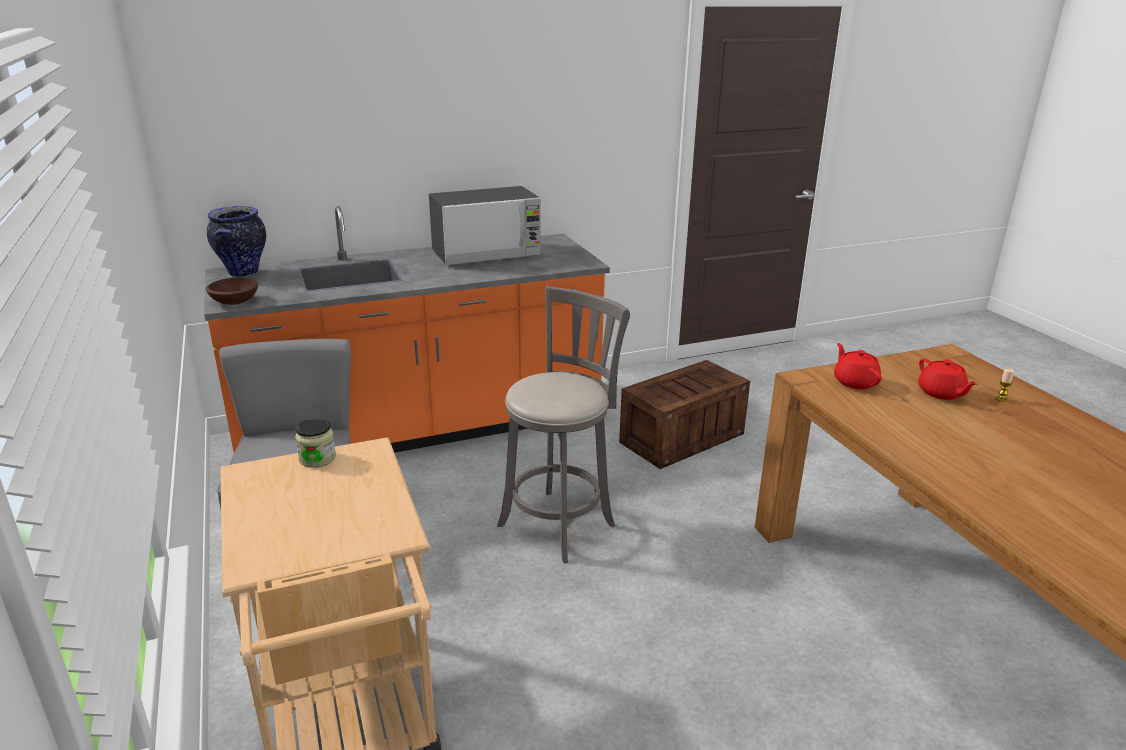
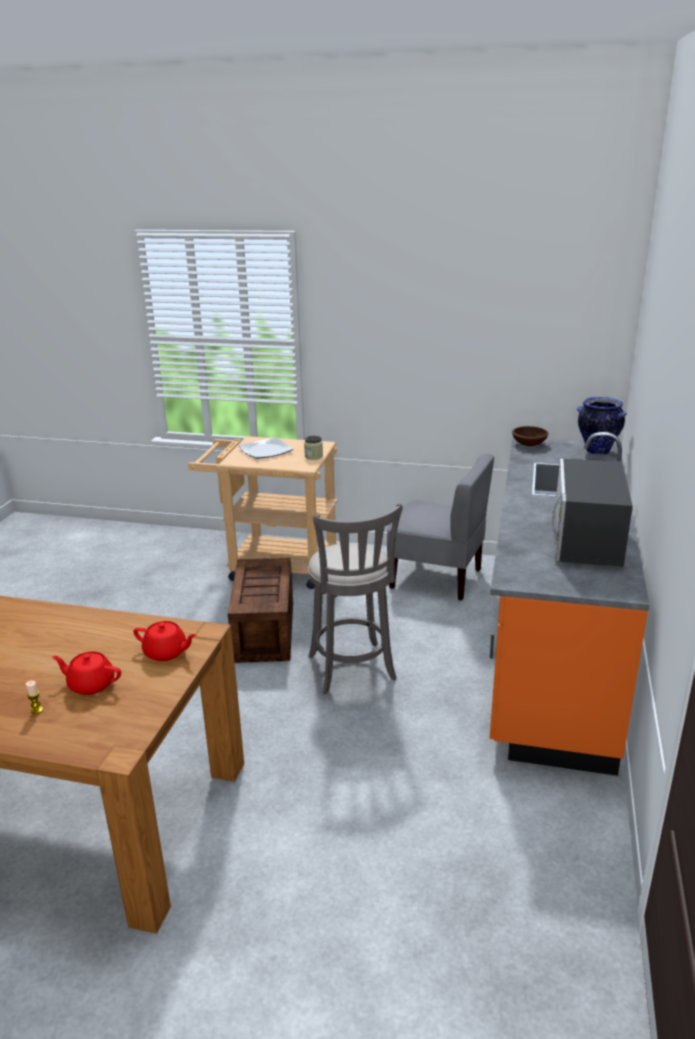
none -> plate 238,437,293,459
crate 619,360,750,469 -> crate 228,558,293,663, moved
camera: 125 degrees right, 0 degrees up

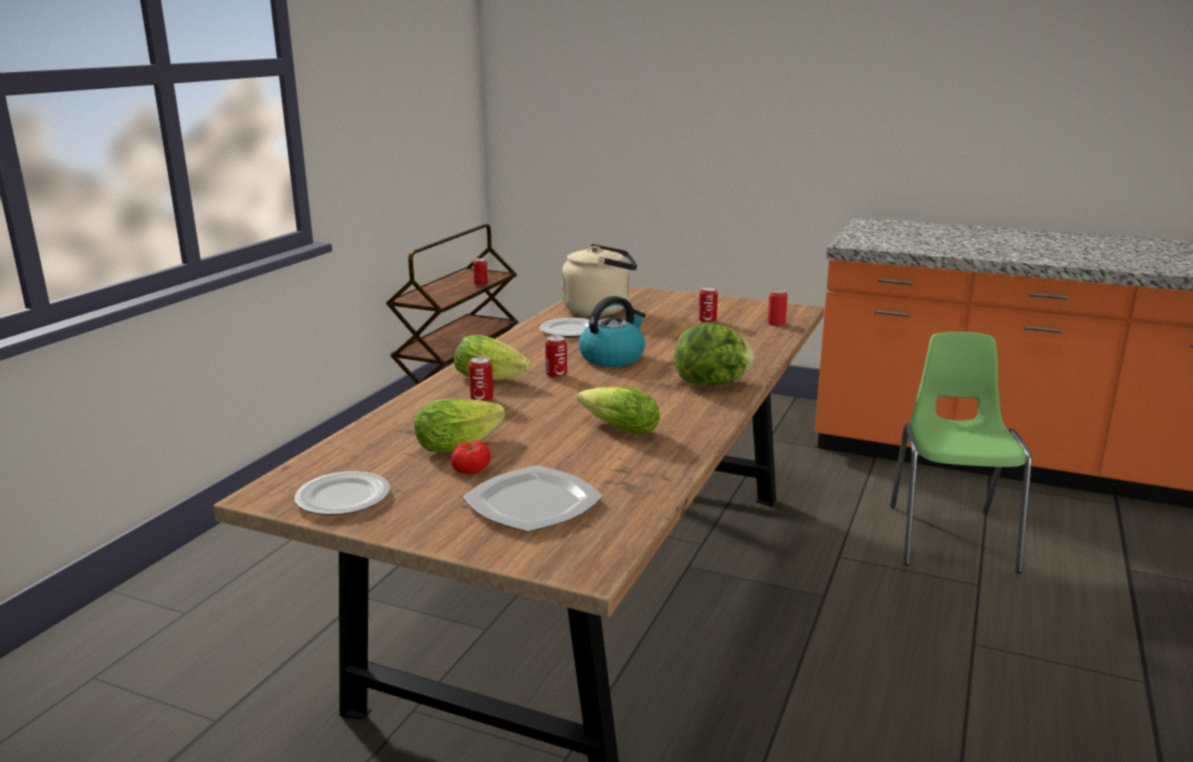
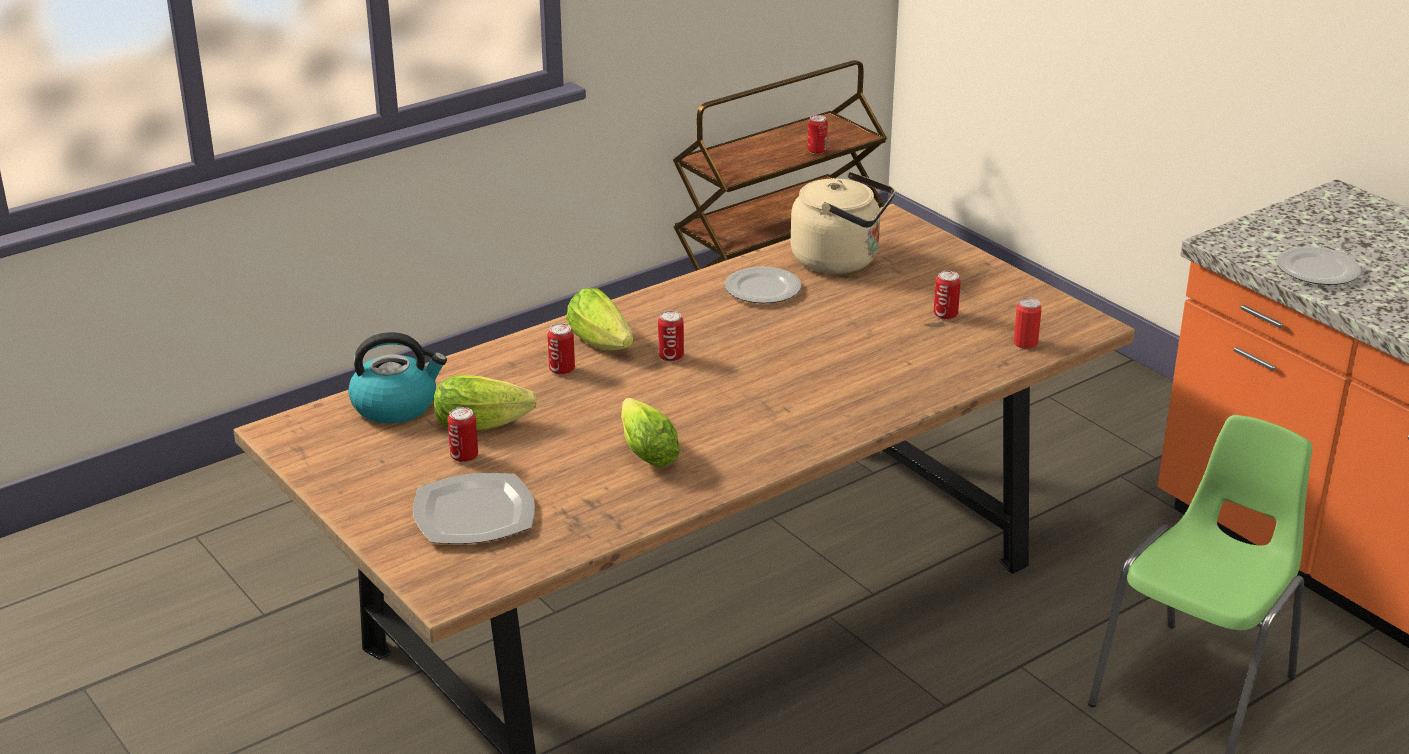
lettuce 675,323,755,385 -> none
plate 294,471,390,515 -> plate 1276,246,1361,285, moved
kettle 579,296,646,367 -> kettle 348,332,447,424, moved
tomato 451,440,491,474 -> can 447,407,478,462
camera: 30 degrees right, 10 degrees up

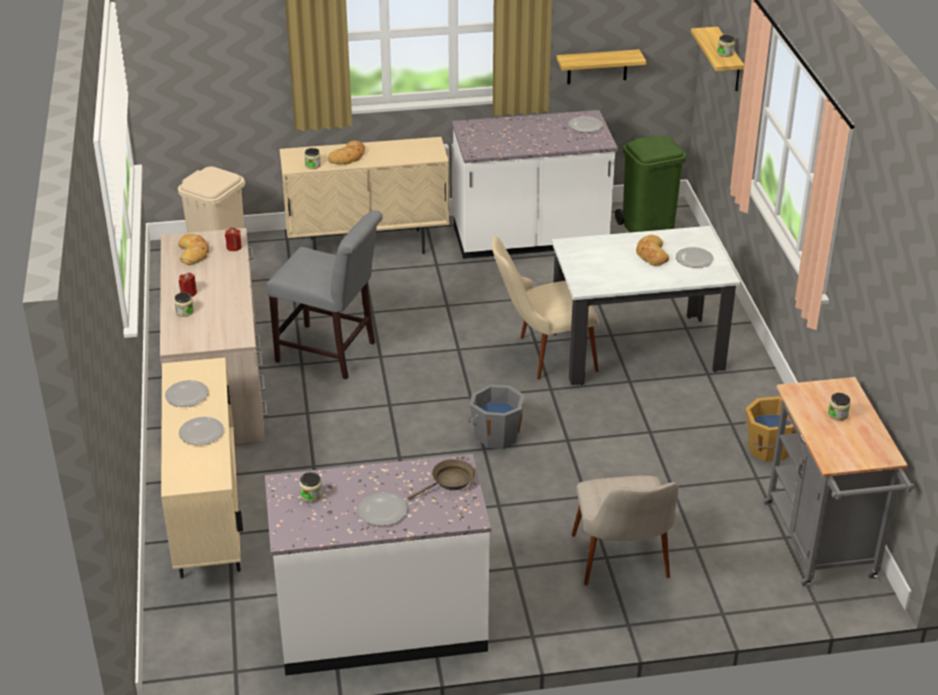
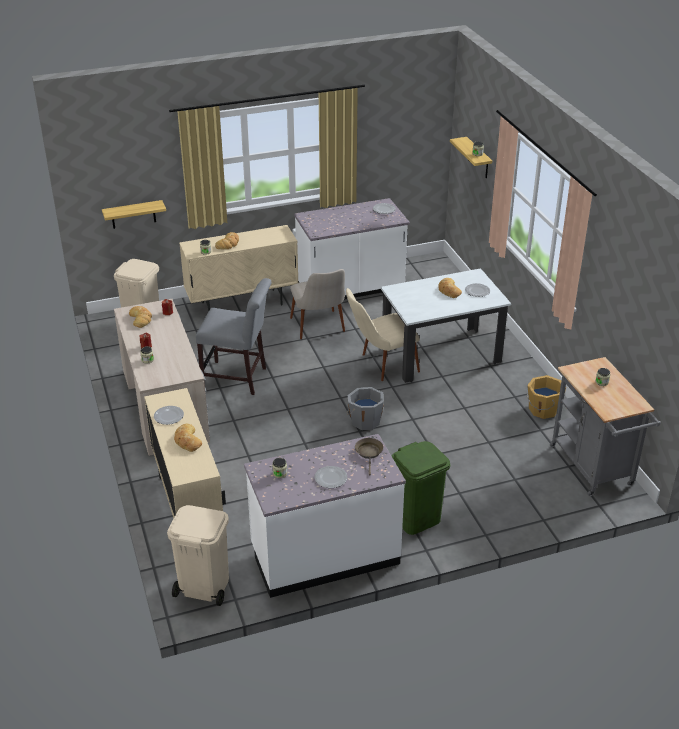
none -> trash can (beige) 167,505,229,606
shelf 556,49,646,84 -> shelf 102,200,166,229, moved
chair (beige) 572,476,679,585 -> chair (beige) 290,269,345,339, moved
trash can (green) 615,135,687,233 -> trash can (green) 392,441,450,535, moved
plate 179,417,224,445 -> bread 174,424,202,452
frying pan (brown) 407,459,475,500 -> frying pan (brown) 355,438,383,475, 45 degrees counterclockwise
camera: 10 degrees left, 0 degrees up

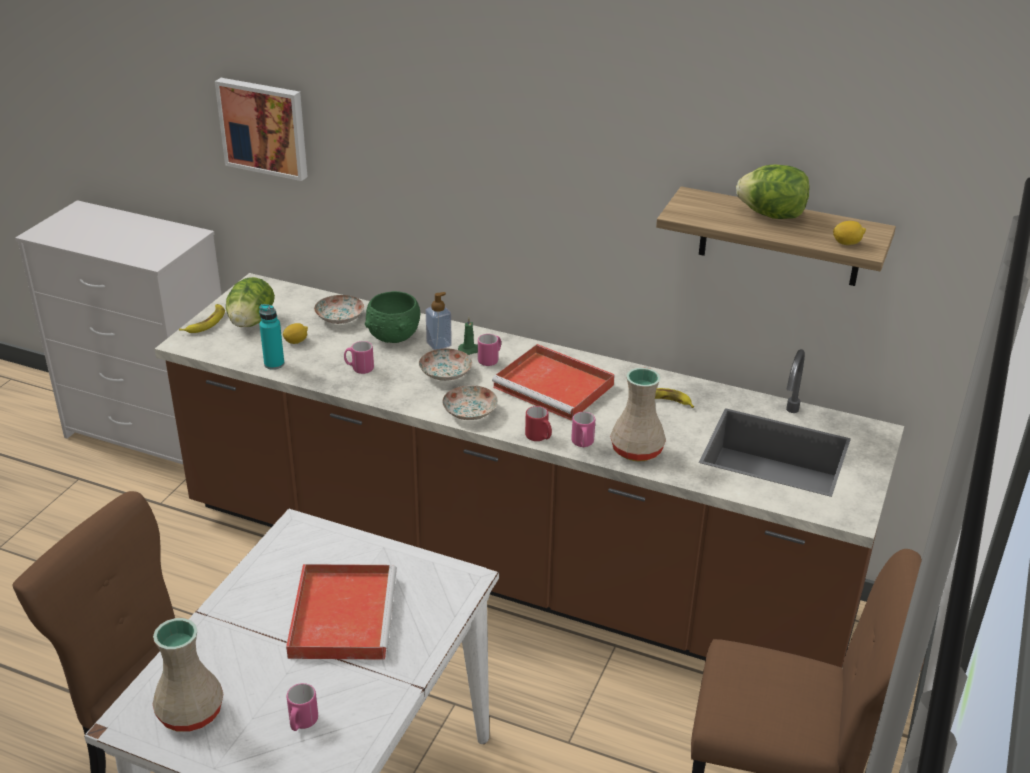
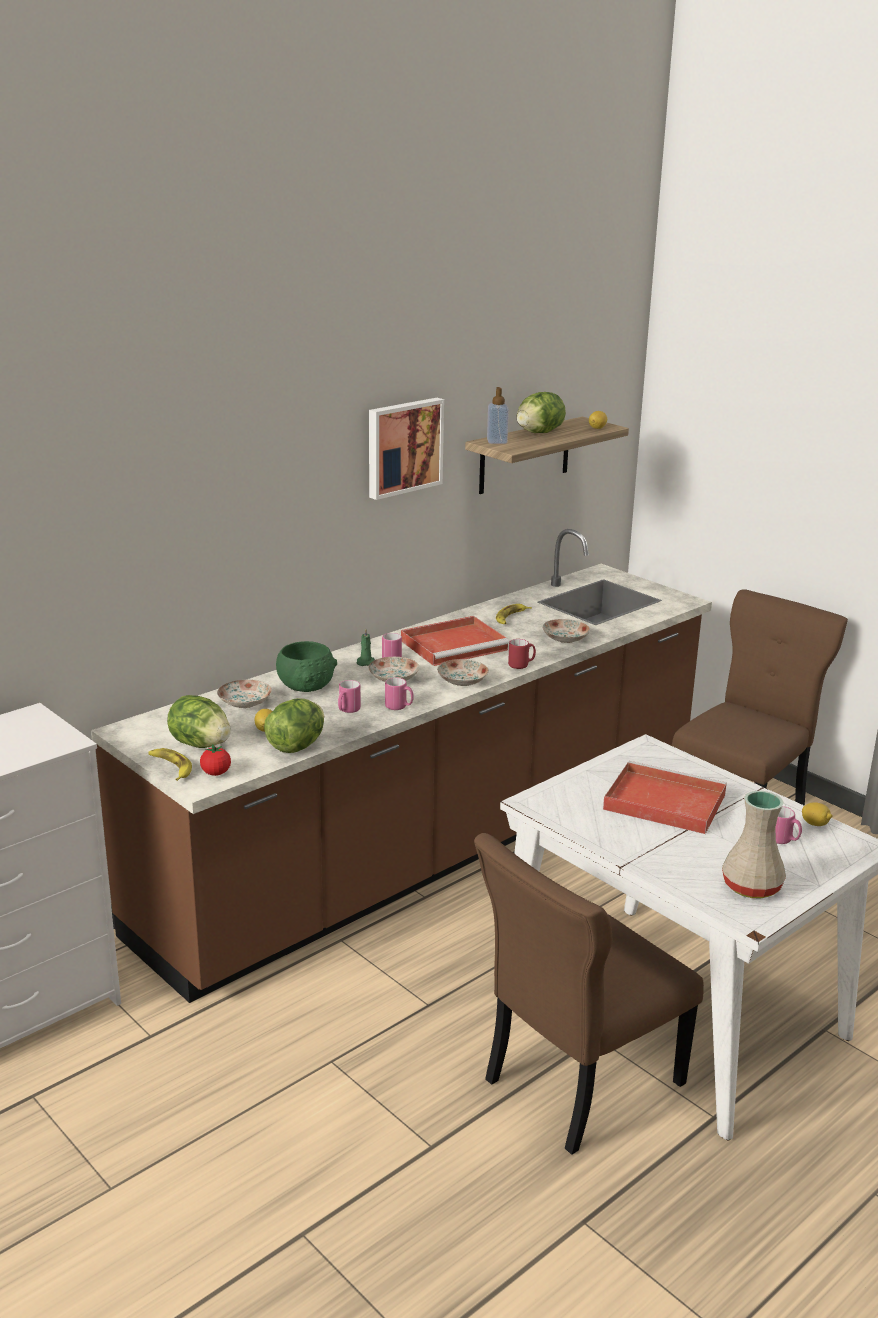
none -> tomato 200,744,231,776
none -> lemon 802,802,833,826
picture 215,78,308,181 -> picture 369,398,444,500, moved
soap dispenser 426,292,452,350 -> soap dispenser 487,387,509,444, moved
mug (pink) 571,412,595,447 -> mug (pink) 385,678,414,710, moved
bottle (turquoise) 259,304,284,370 -> lettuce 264,698,324,753
vase (beige) 610,367,666,461 -> plate 542,619,590,643
camera: 65 degrees left, 10 degrees down

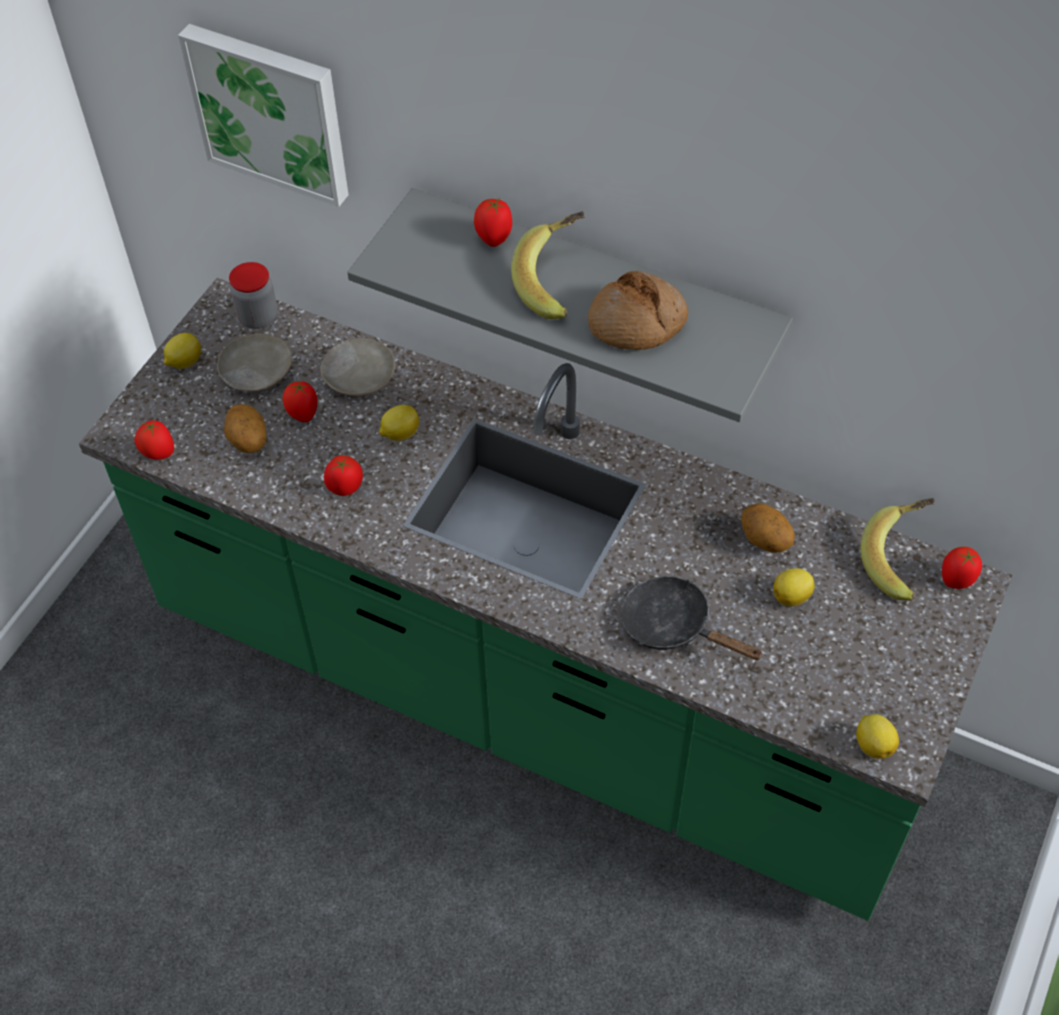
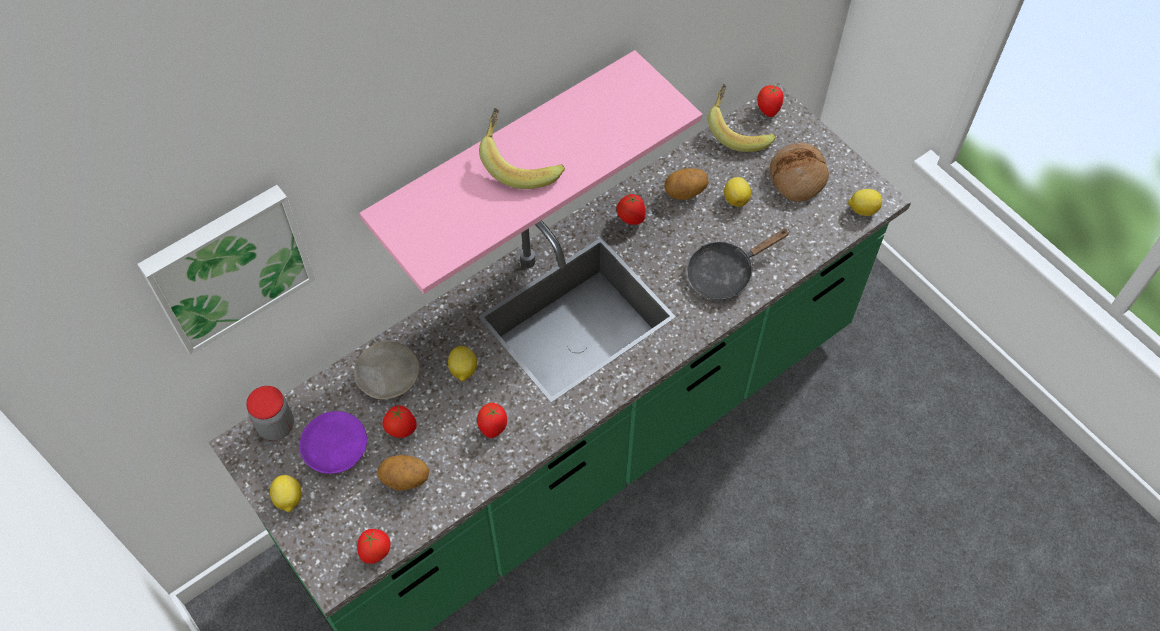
tomato 474,199,512,247 -> tomato 617,194,646,225, moved
bread 588,271,688,350 -> bread 770,143,829,202, moved
plate (beige) 217,334,292,392 -> plate (purple) 299,411,367,474
shelf (grey) 347,188,793,422 -> shelf (pink) 359,50,702,294
camera: 65 degrees left, 5 degrees up

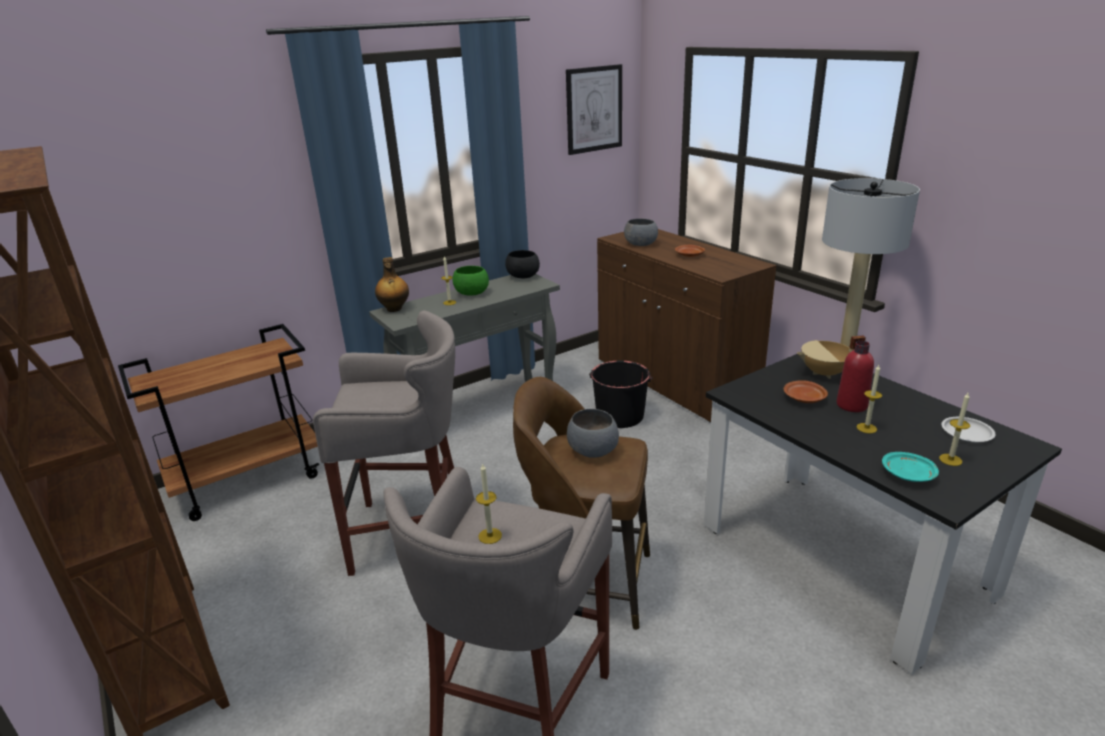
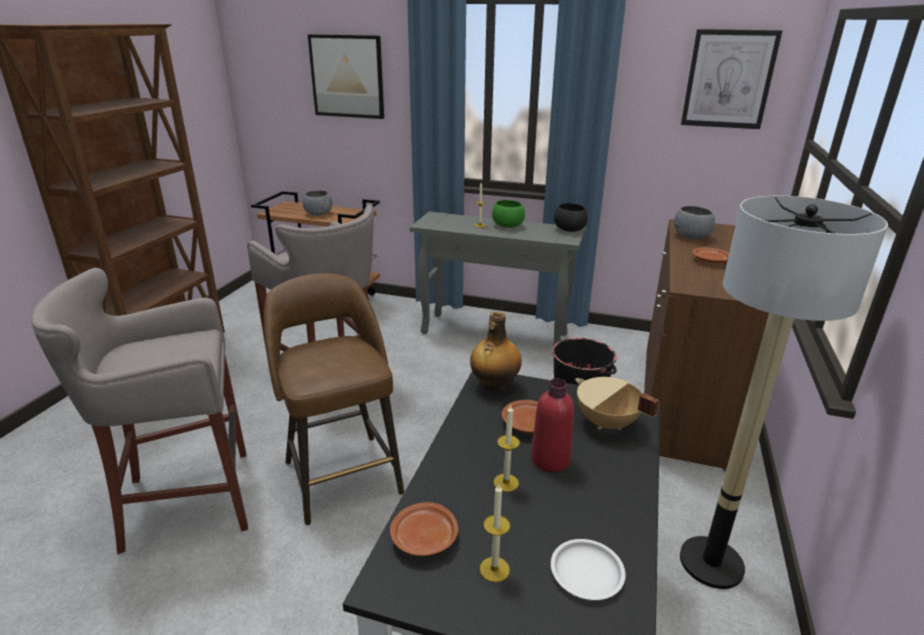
candle 476,463,502,544 -> none
none -> picture 308,34,384,119
bottle 375,257,409,312 -> bottle 470,311,522,391, moved
bowl (grey) 567,409,619,458 -> bowl (grey) 303,190,333,216, moved
plate (turquoise) 882,452,939,482 -> plate (brown) 390,502,458,556
camera: 50 degrees right, 0 degrees up

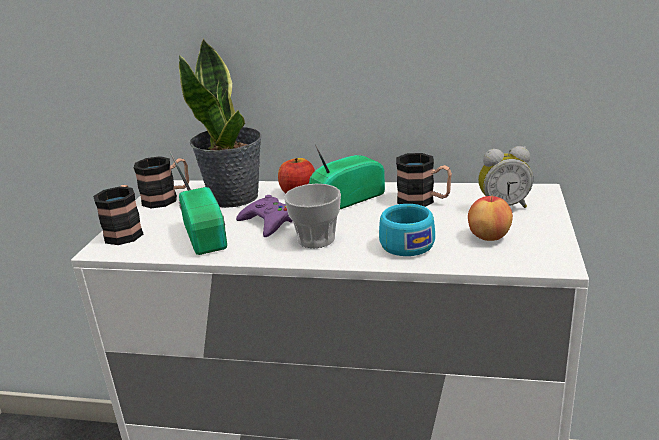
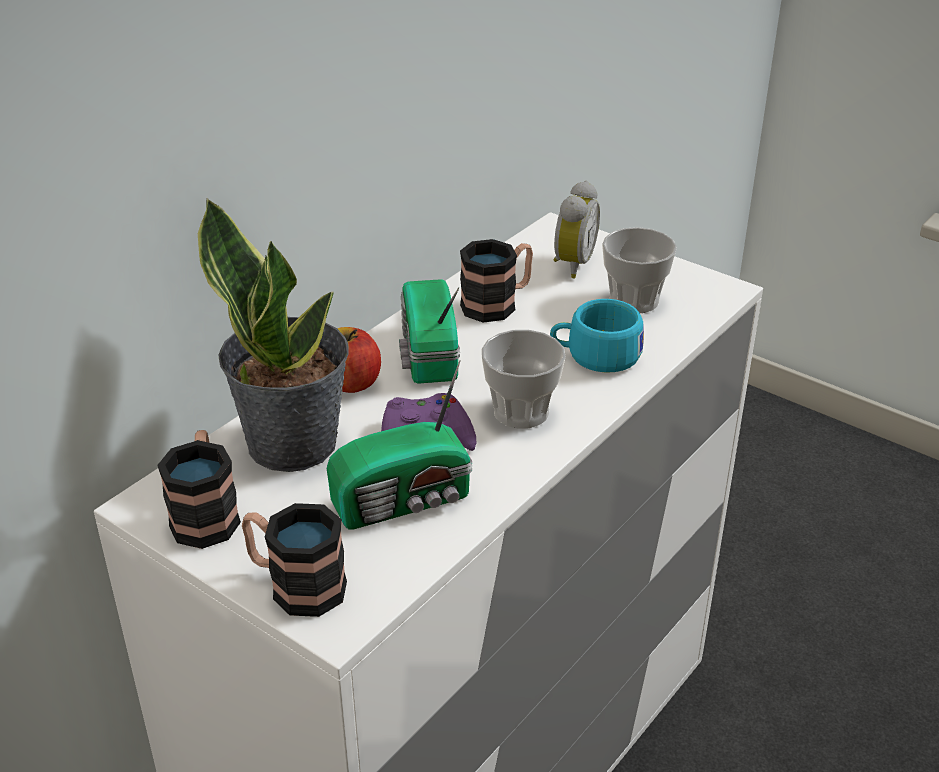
apple 468,194,513,241 -> cup 602,227,677,313
radio 169,151,227,255 -> radio 327,360,472,530, 150 degrees clockwise
camera: 65 degrees left, 10 degrees up

